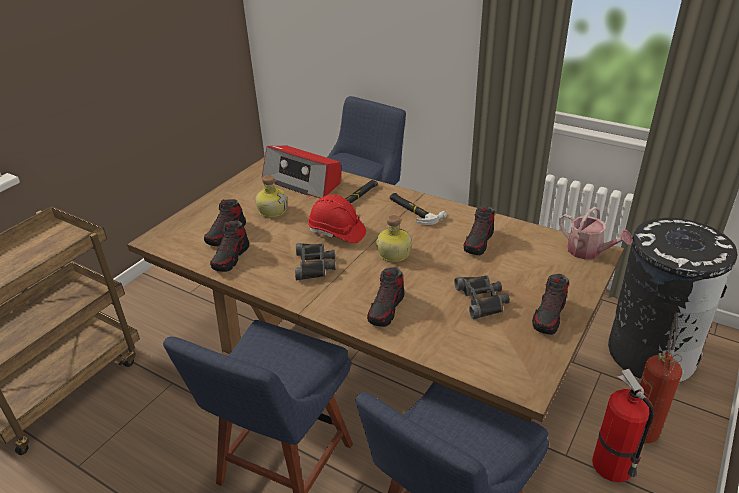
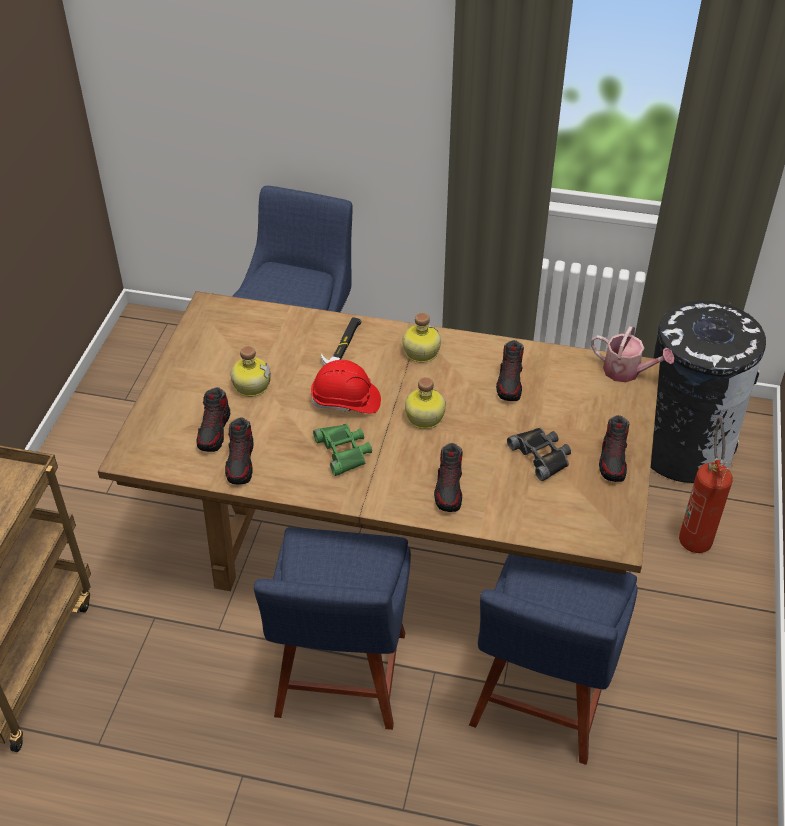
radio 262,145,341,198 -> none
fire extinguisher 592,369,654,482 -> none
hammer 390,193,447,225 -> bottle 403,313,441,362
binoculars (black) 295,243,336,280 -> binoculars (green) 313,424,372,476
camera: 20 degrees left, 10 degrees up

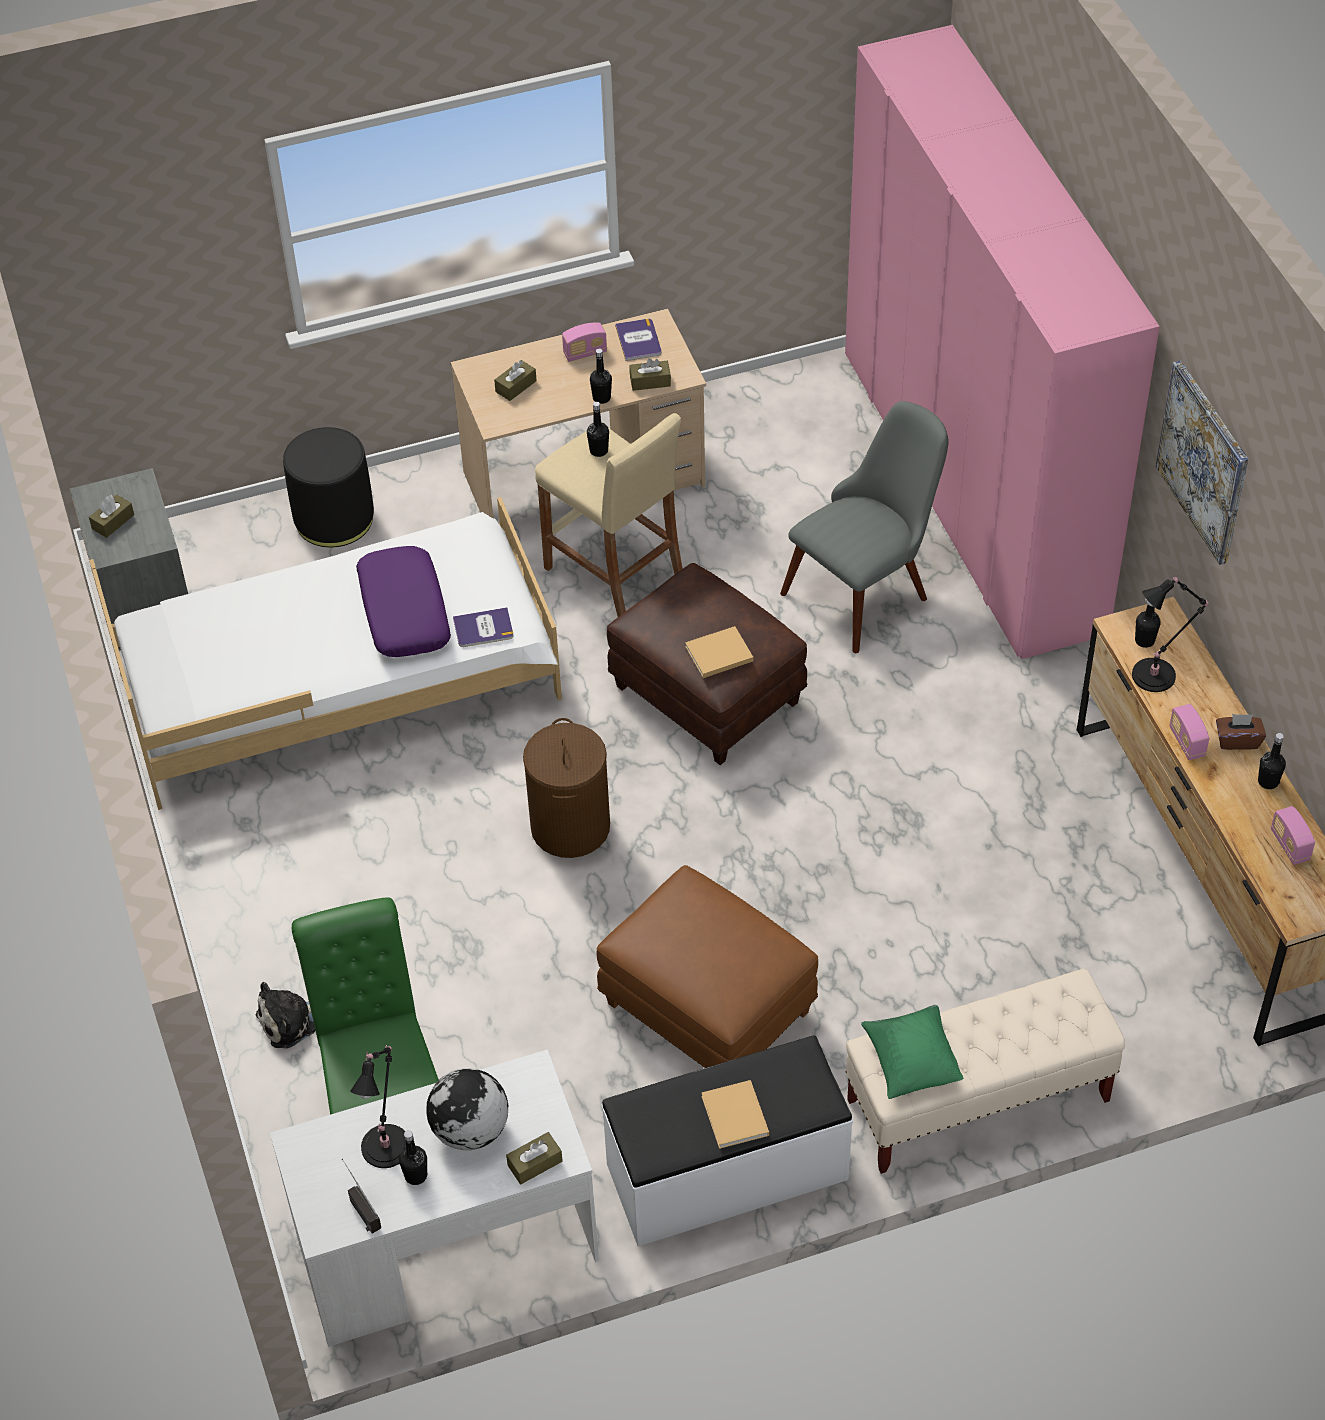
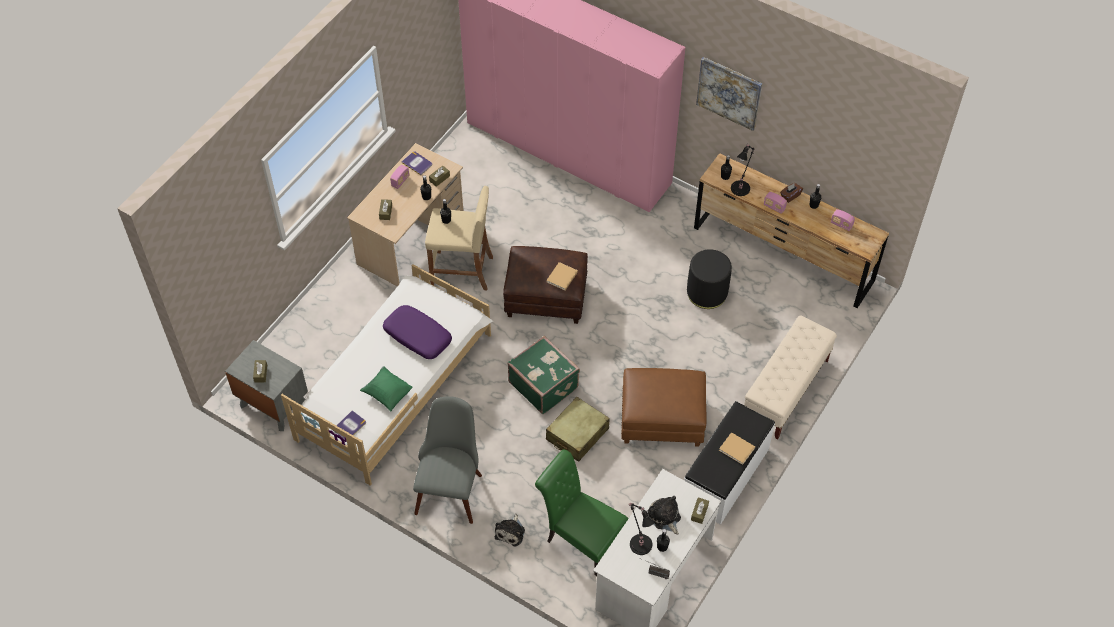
none -> suitcase (beige) 546,397,610,462
ottoman (black) 283,427,374,548 -> ottoman (black) 687,249,732,309, moved
book 453,607,513,647 -> book 334,410,366,439, moved
chair (grey) 780,401,949,653 -> chair (grey) 413,396,482,524, moved
pillow (green) 861,1005,963,1099 -> pillow (green) 360,366,413,411, moved
globe 426,1068,508,1150 -> plush toy 648,496,681,535
laundry basket (brown) 523,718,610,858 -> suitcase (green) 508,336,580,414
camera: 40 degrees left, 5 degrees up

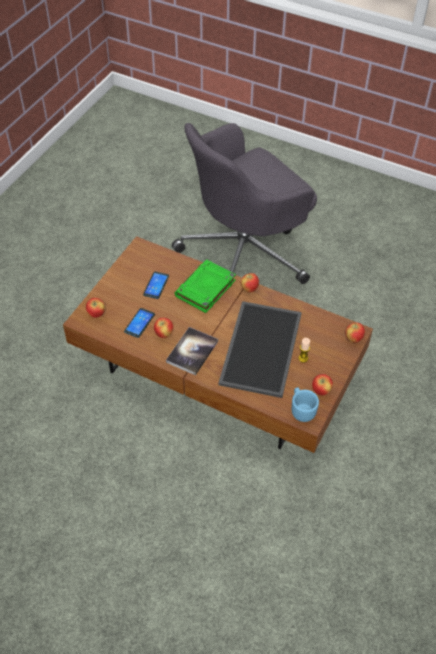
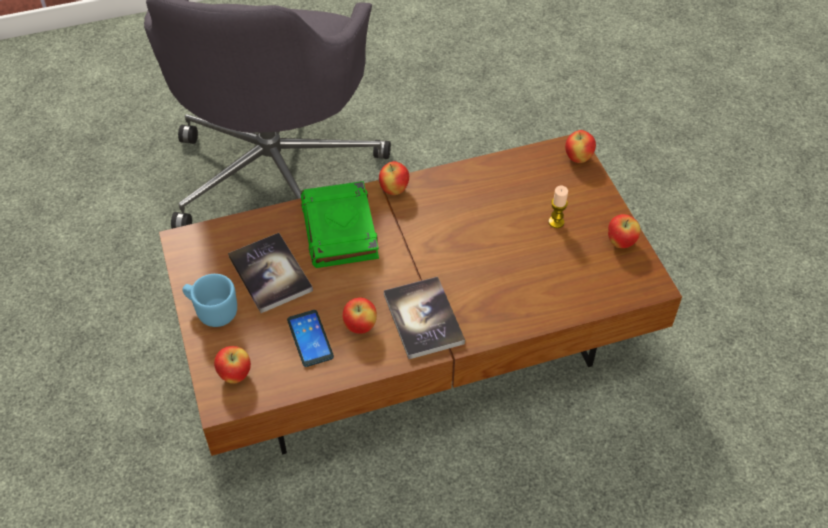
tray 218,301,302,398 -> none
mug (blue) 292,387,319,422 -> mug (blue) 183,274,237,327, moved
phone 143,271,169,299 -> book 228,233,313,313
camera: 45 degrees left, 0 degrees up

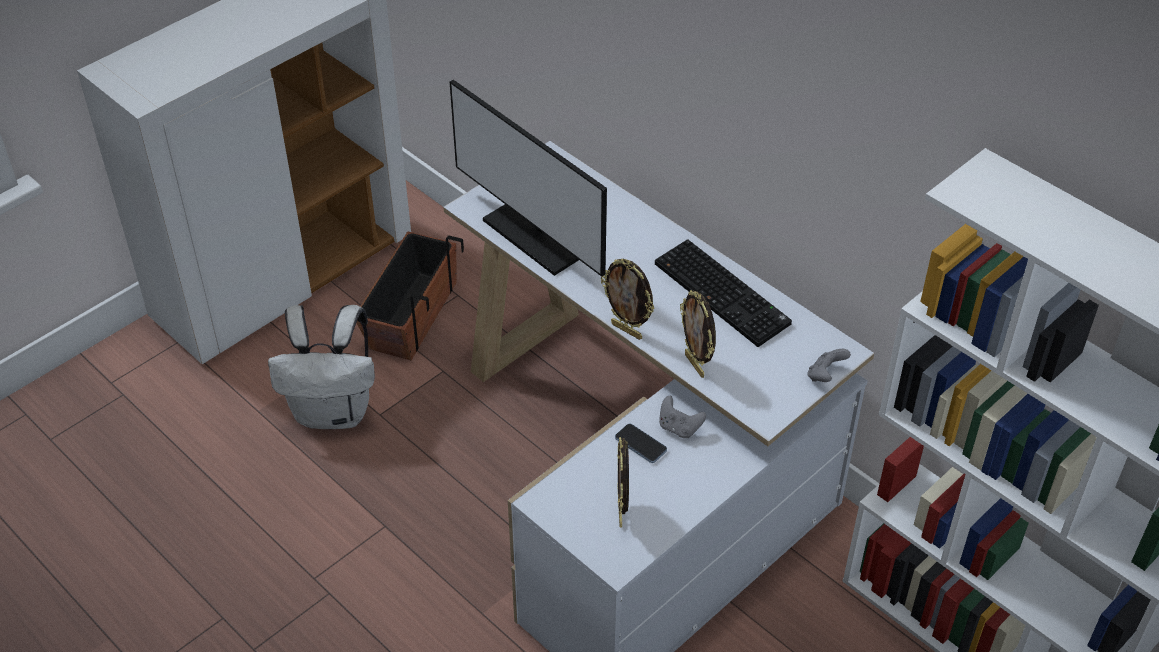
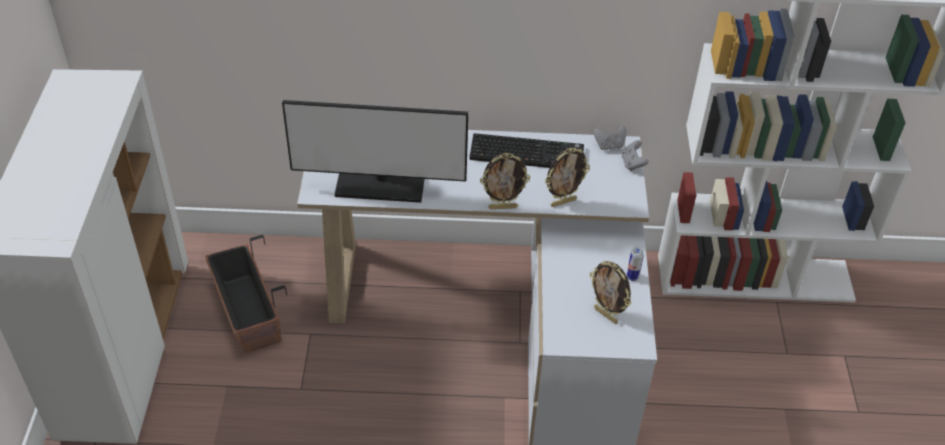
backpack (white) 268,305,375,429 -> none
phone 615,423,667,463 -> none
none -> can 627,247,644,281
game controller (grey) 659,396,706,438 -> game controller (grey) 594,126,626,150, moved
picture frame 680,290,716,378 -> picture frame 545,148,590,207, 45 degrees counterclockwise
camera: 45 degrees left, 0 degrees up

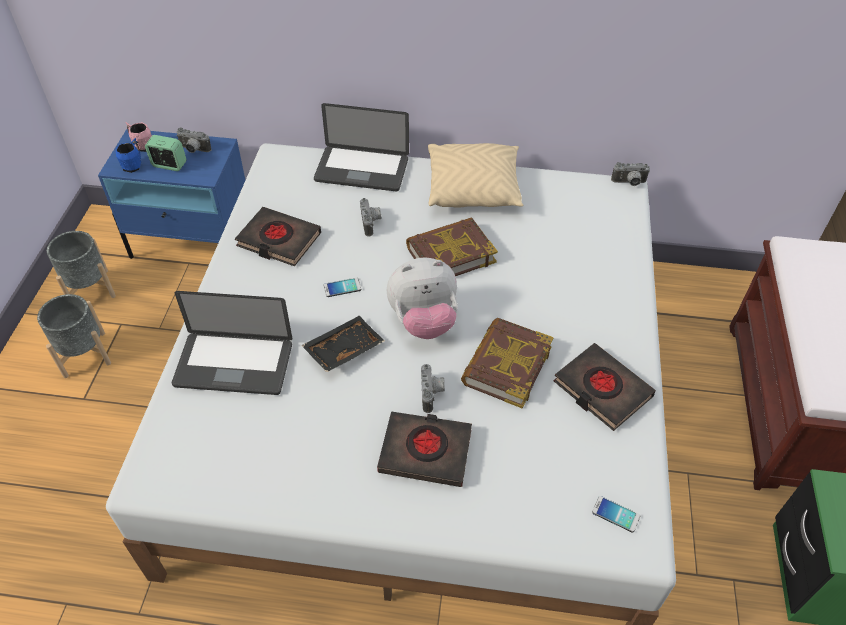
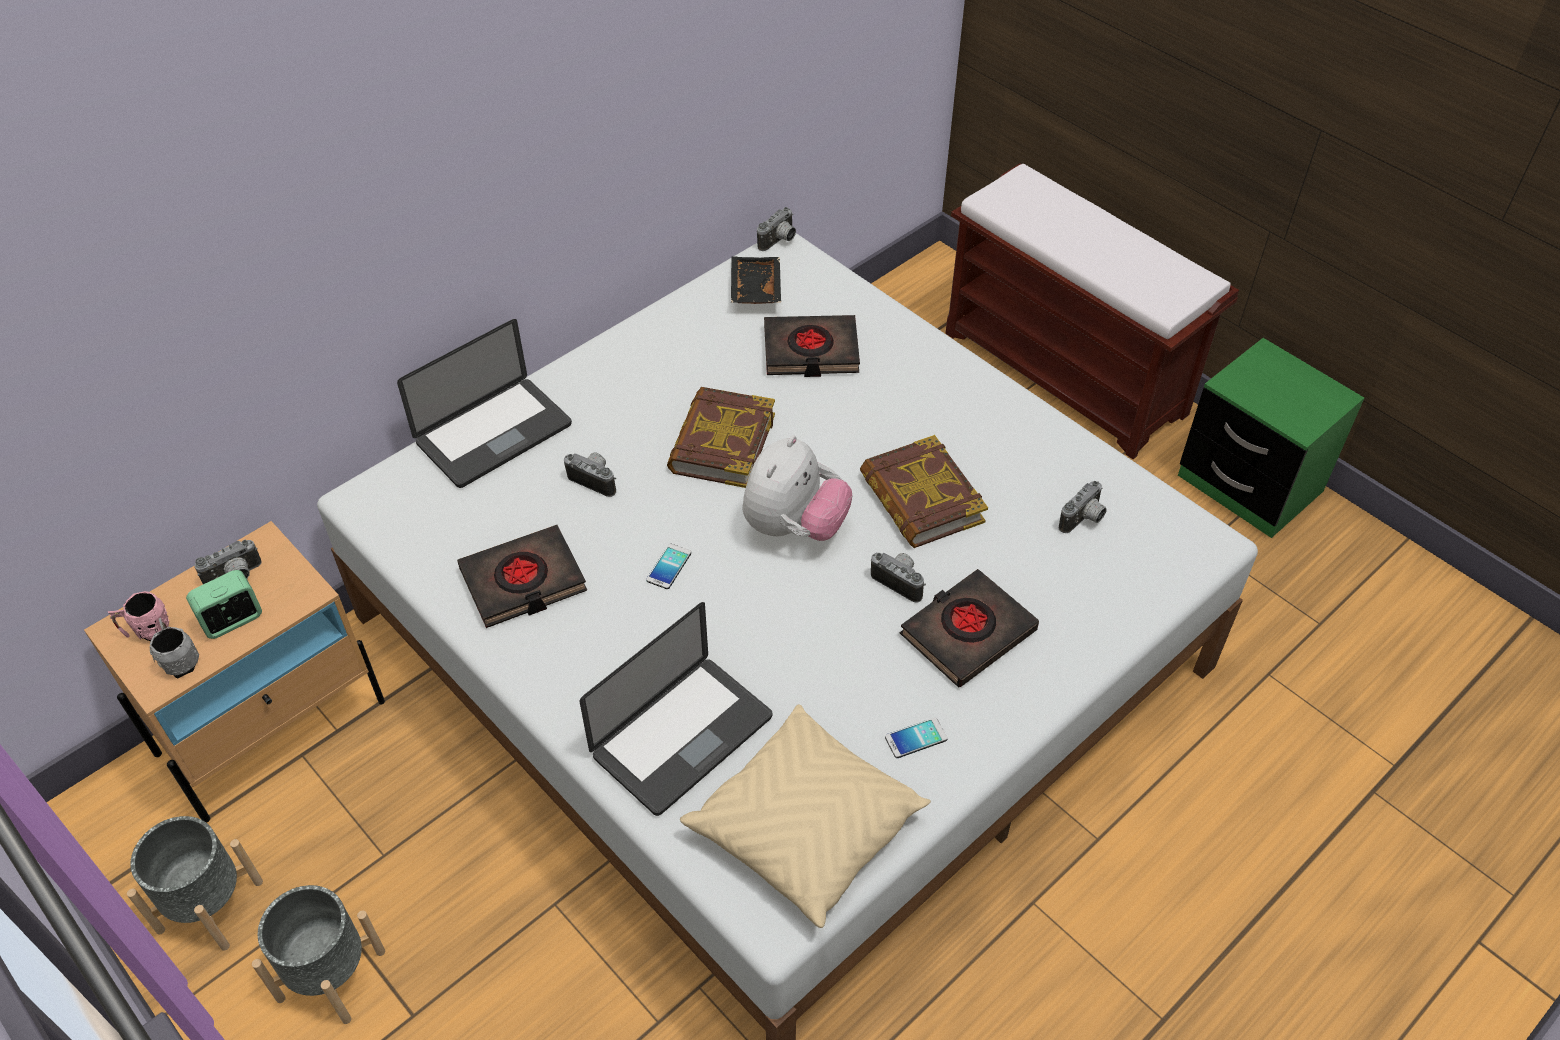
none -> photo camera 1059,481,1107,533
tray (black) 302,316,384,372 -> tray (black) 731,256,781,304, moved
pillow (beige) 428,143,524,208 -> pillow (beige) 680,704,931,928, moved
book (black) 554,343,656,431 -> book (black) 764,315,860,377, moved
phone 592,496,640,533 -> phone 885,718,948,758, moved
nightstand (blue) 98,129,245,259 -> nightstand (beige) 84,521,385,823
mug (blue) 115,138,141,173 -> mug (grey) 150,618,199,679
camera: 50 degrees left, 0 degrees up

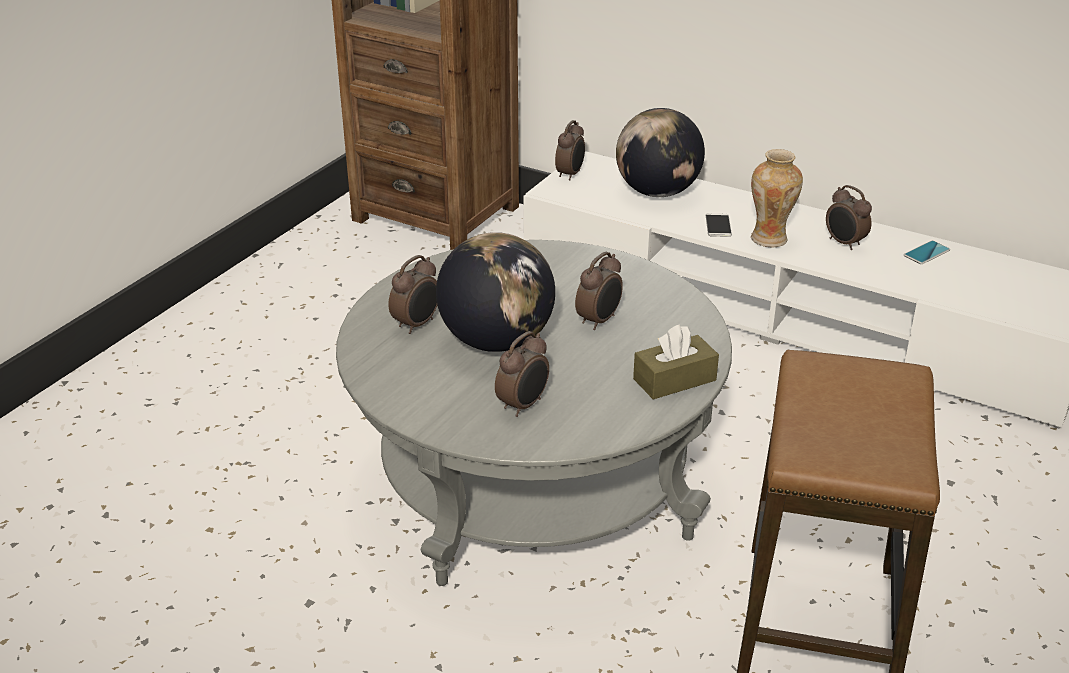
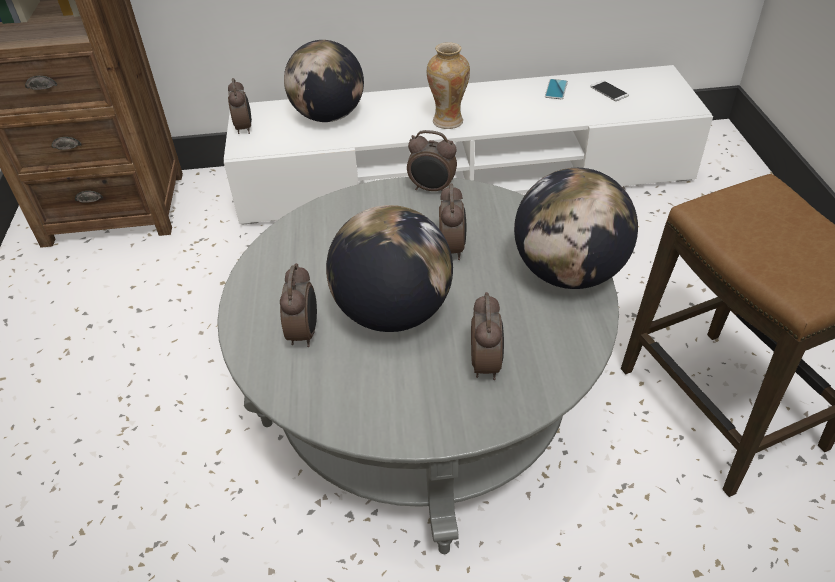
phone 706,213,732,237 -> phone 590,81,629,101, moved
alarm clock 826,185,872,250 -> alarm clock 407,130,457,191, moved
tissue box (brown) 633,324,719,400 -> globe 514,168,638,289
camera: 35 degrees left, 10 degrees up

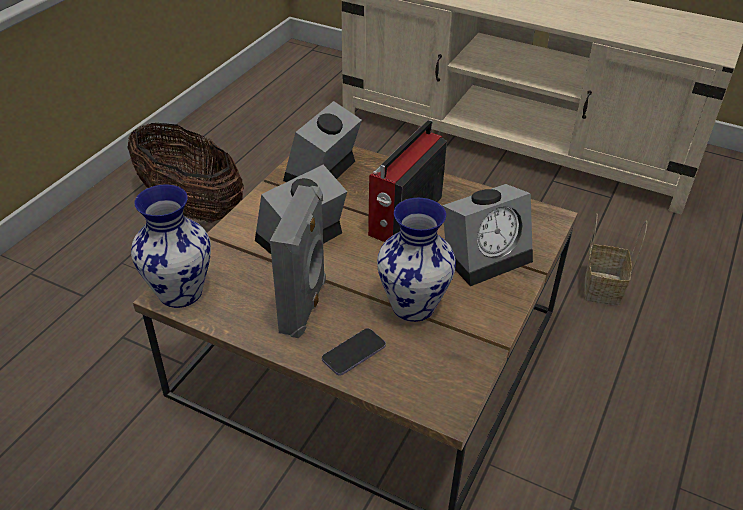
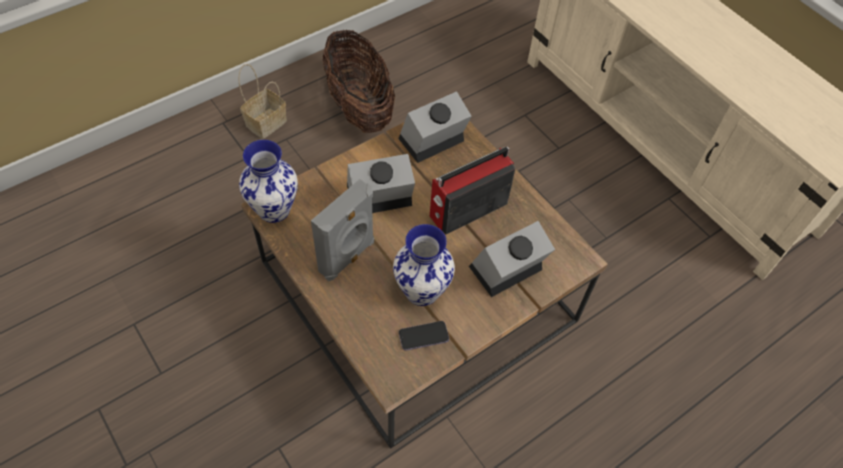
phone 322,328,386,376 -> phone 399,321,449,350, moved
basket 584,214,647,306 -> basket 238,64,287,139, moved
alarm clock 442,184,533,286 -> alarm clock 469,221,555,297, 150 degrees clockwise
camera: 25 degrees right, 15 degrees up

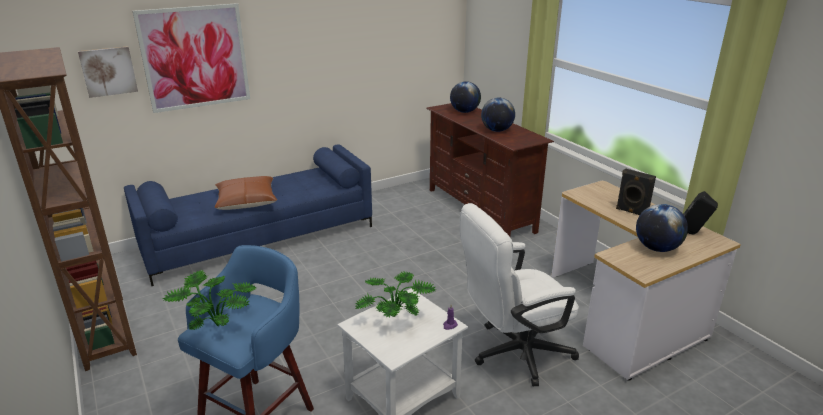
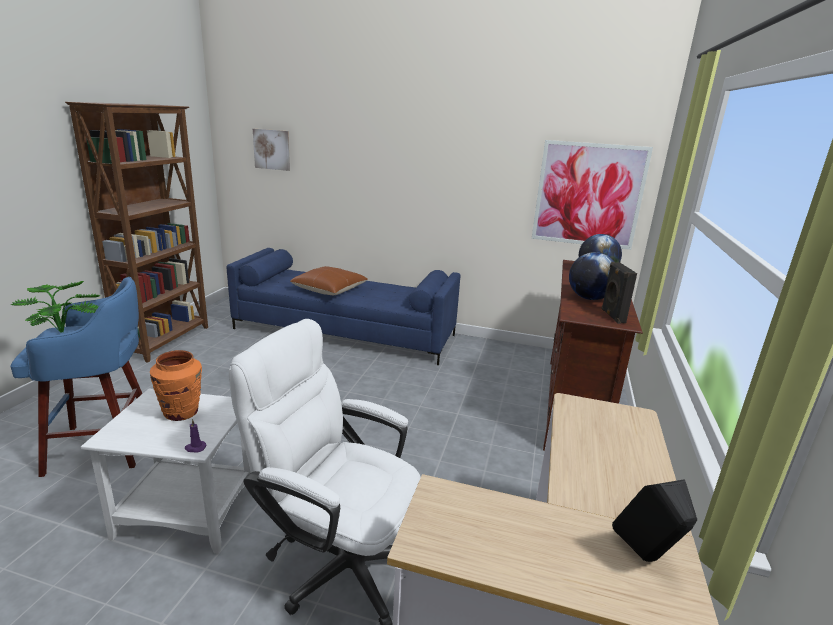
globe 636,204,688,252 -> none
picture 133,3,250,113 -> picture 532,140,653,250, moved
speaker (black) 616,169,656,215 -> speaker (black) 601,262,637,324, moved
potted plant 355,272,436,318 -> vase (orange) 150,350,202,421
camera: 45 degrees right, 5 degrees down

